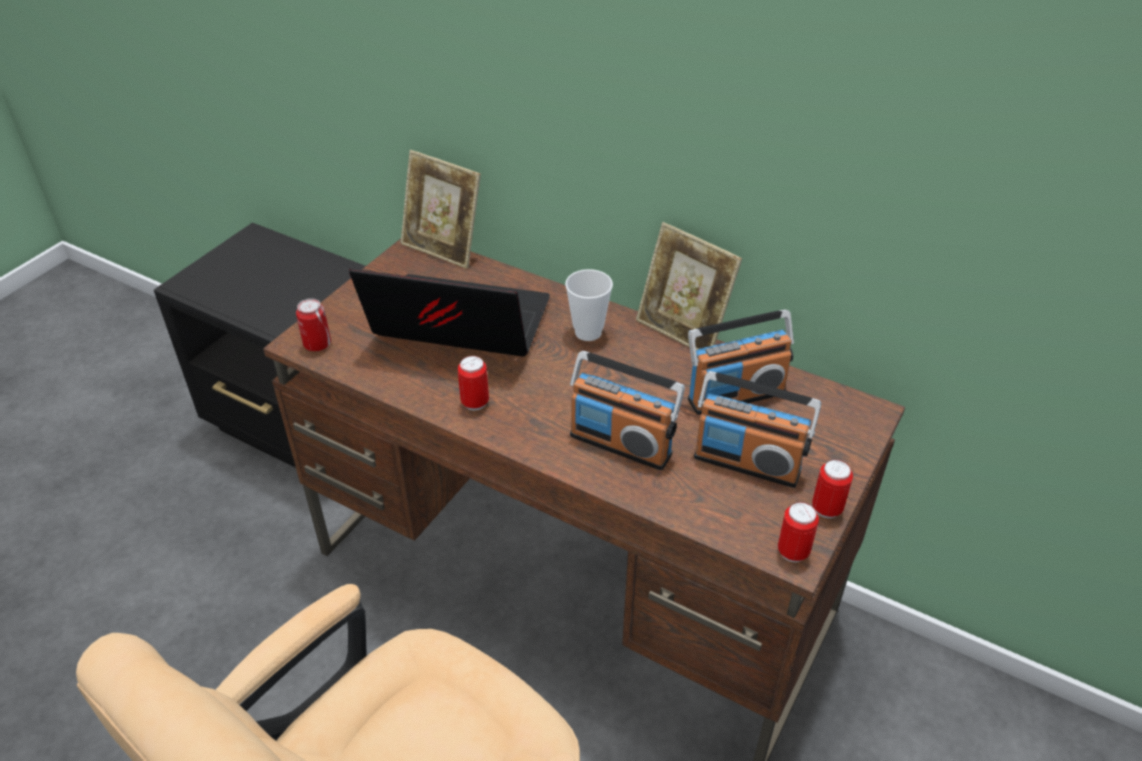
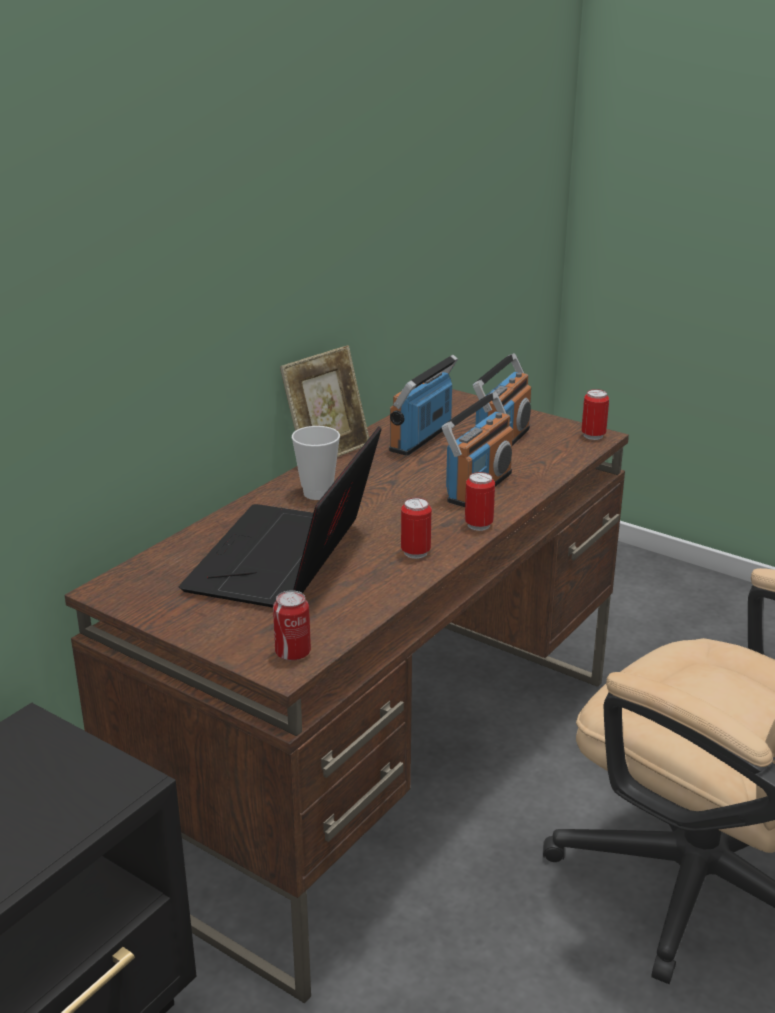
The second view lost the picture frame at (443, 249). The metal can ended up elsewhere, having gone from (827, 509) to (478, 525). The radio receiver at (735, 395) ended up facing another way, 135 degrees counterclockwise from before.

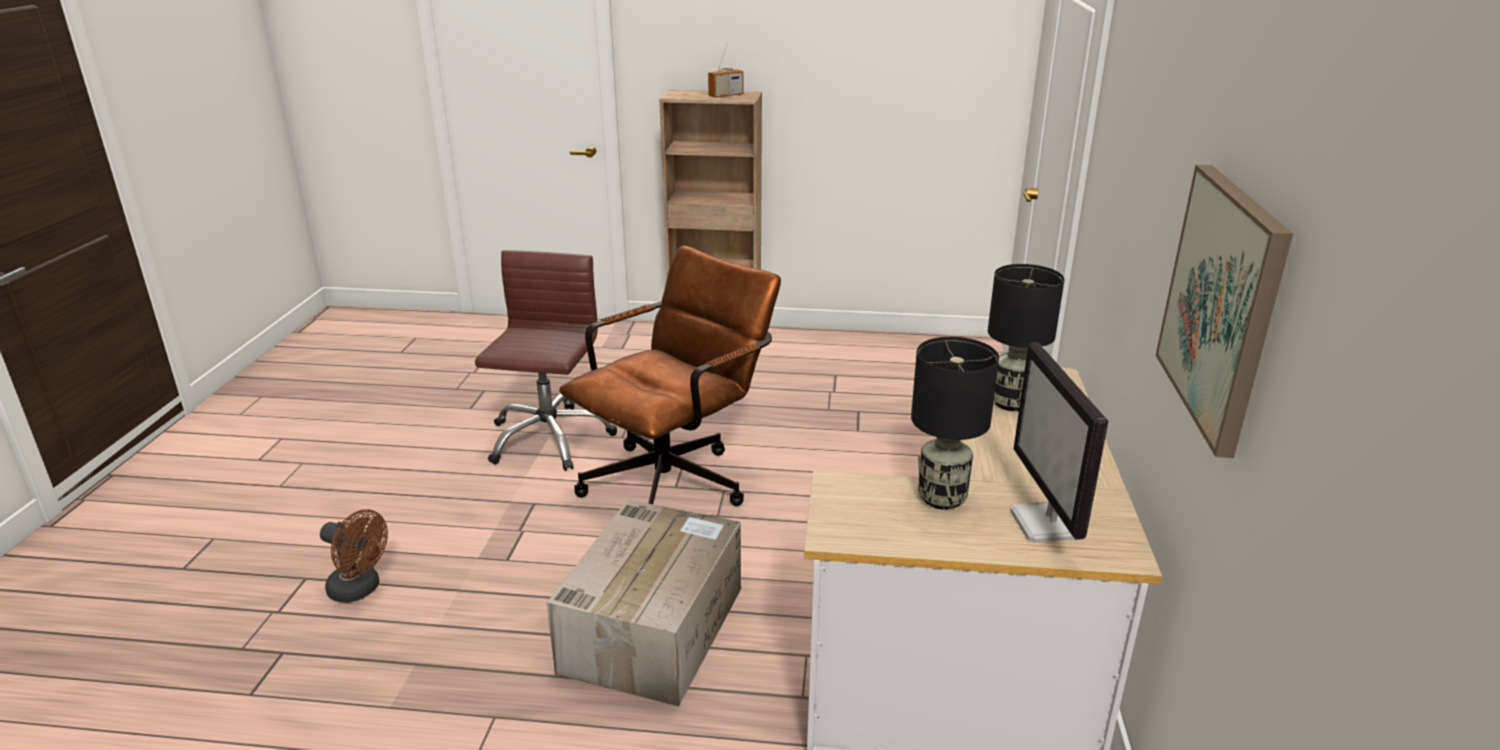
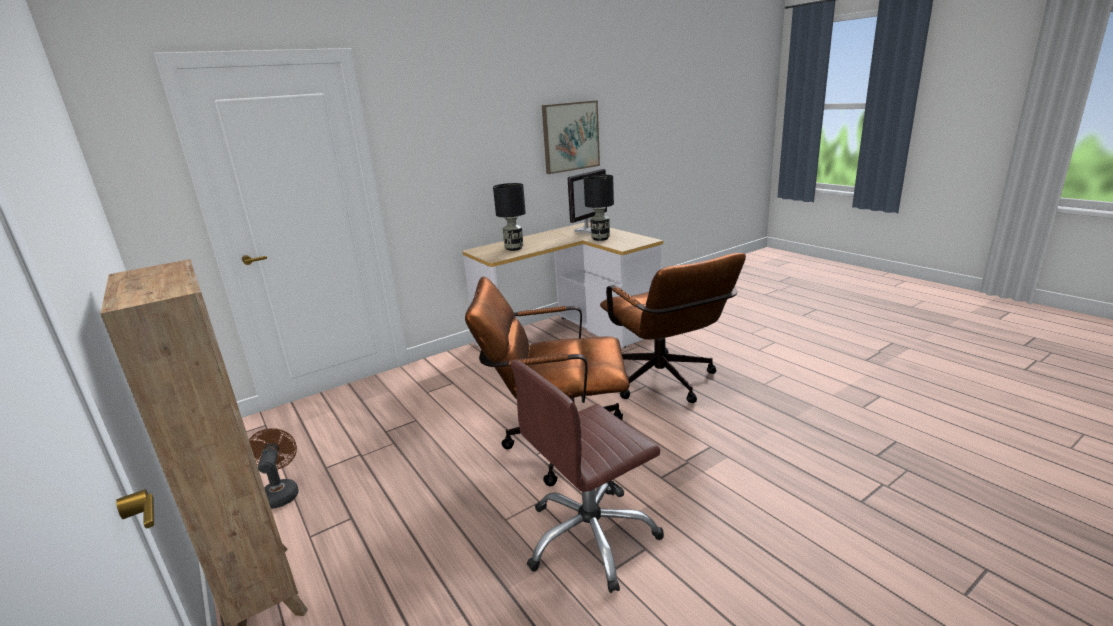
The second view lost the radio receiver at (726, 96). The cooling fan (brown-coloured) ended up elsewhere, having gone from (360, 589) to (280, 493). Where the packing box stood at (654, 627), the desk chair (brown-coloured) came to stand at (665, 383).

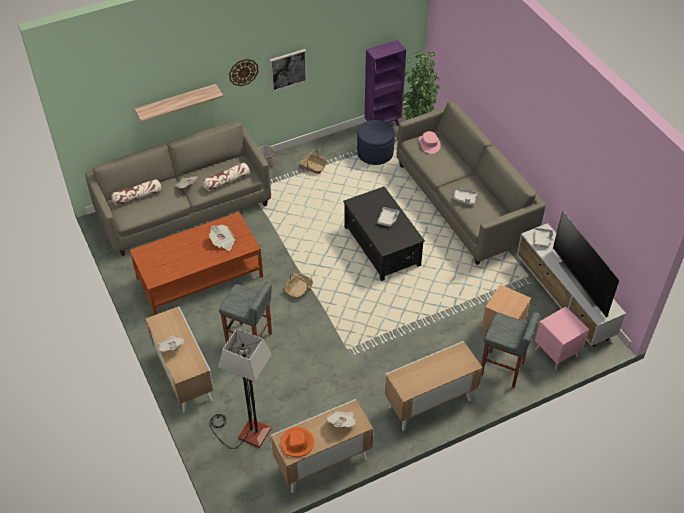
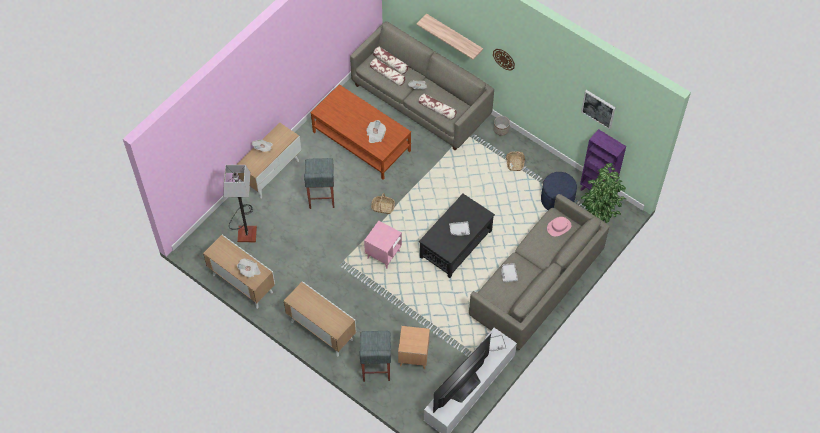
The second view lost the hat (orange) at (297, 443). The second view gained the cushion at (387, 75). The wall art ended up elsewhere, having gone from (288, 69) to (598, 109). The accent table (pink-coloured) ended up elsewhere, having gone from (556, 353) to (383, 254).

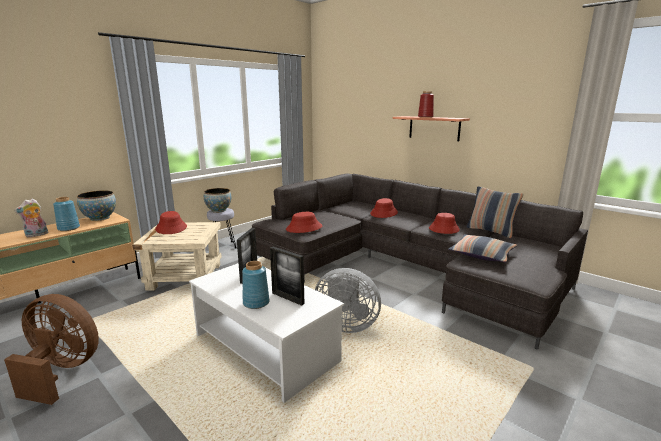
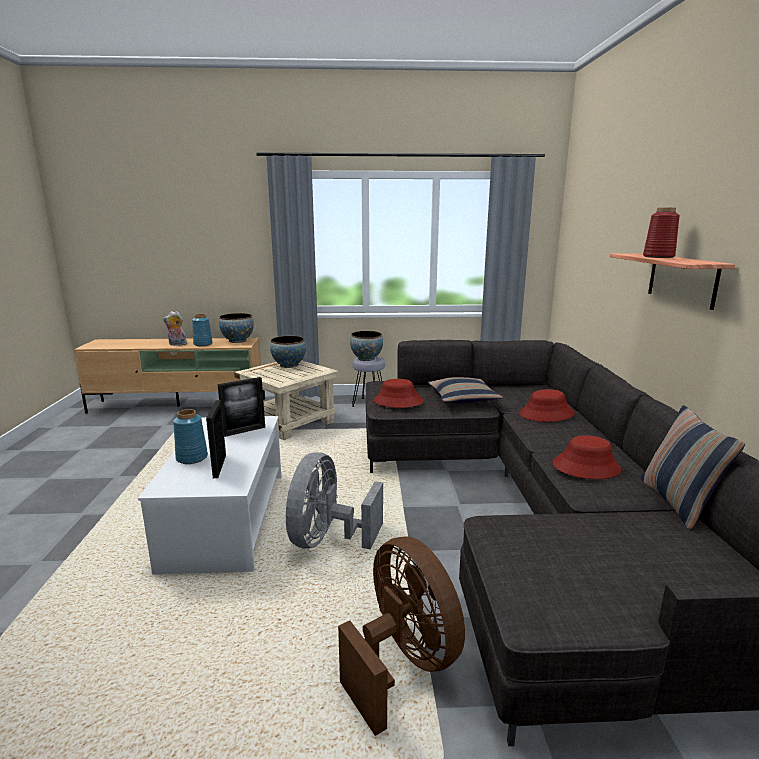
The cooling fan (brown-coloured) ended up elsewhere, having gone from (61, 371) to (402, 663). The cushion ended up elsewhere, having gone from (482, 254) to (462, 398). Where the hat (red-coloured) stood at (171, 228), the bowl came to stand at (289, 365). The cooling fan (greyish) at (346, 325) ended up facing another way, 45 degrees clockwise from before.

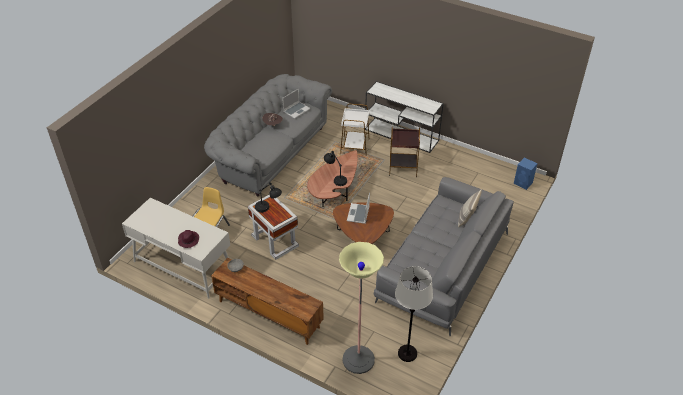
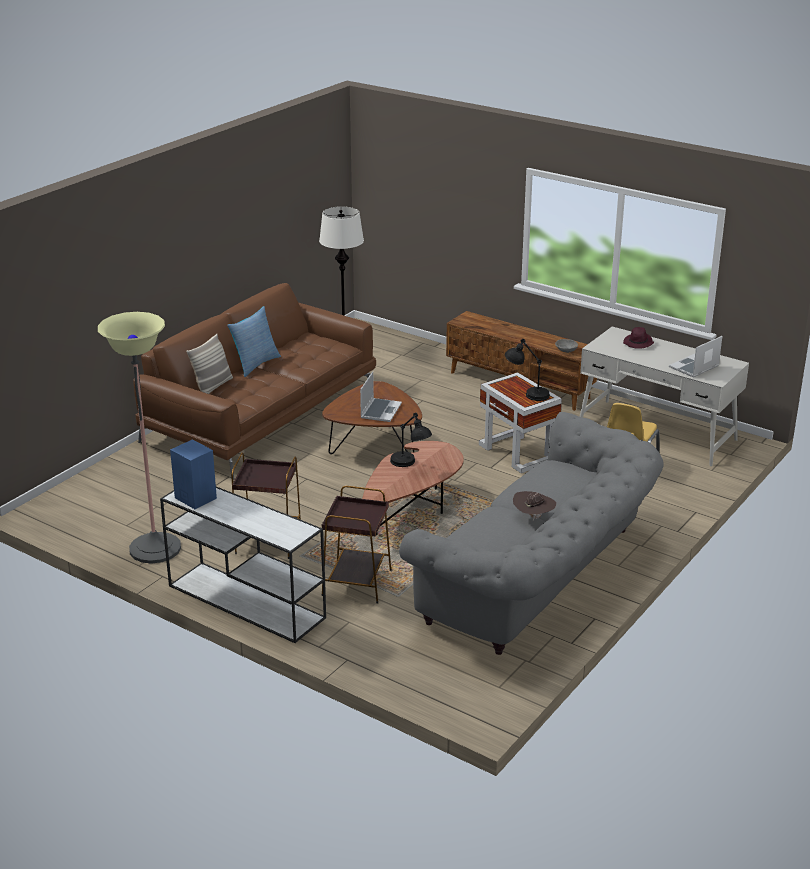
The second view gained the cushion at (255, 364). The notebook computer ended up elsewhere, having gone from (296, 110) to (694, 367). The floor lamp ended up elsewhere, having gone from (358, 359) to (155, 548). The speaker (blue) ended up elsewhere, having gone from (523, 183) to (195, 498). What was the accent table (white) at (354, 147) turned into the accent table (brown-coloured) at (357, 582). What was the settee (greyish) at (443, 267) turned into the settee (brown-coloured) at (262, 414).

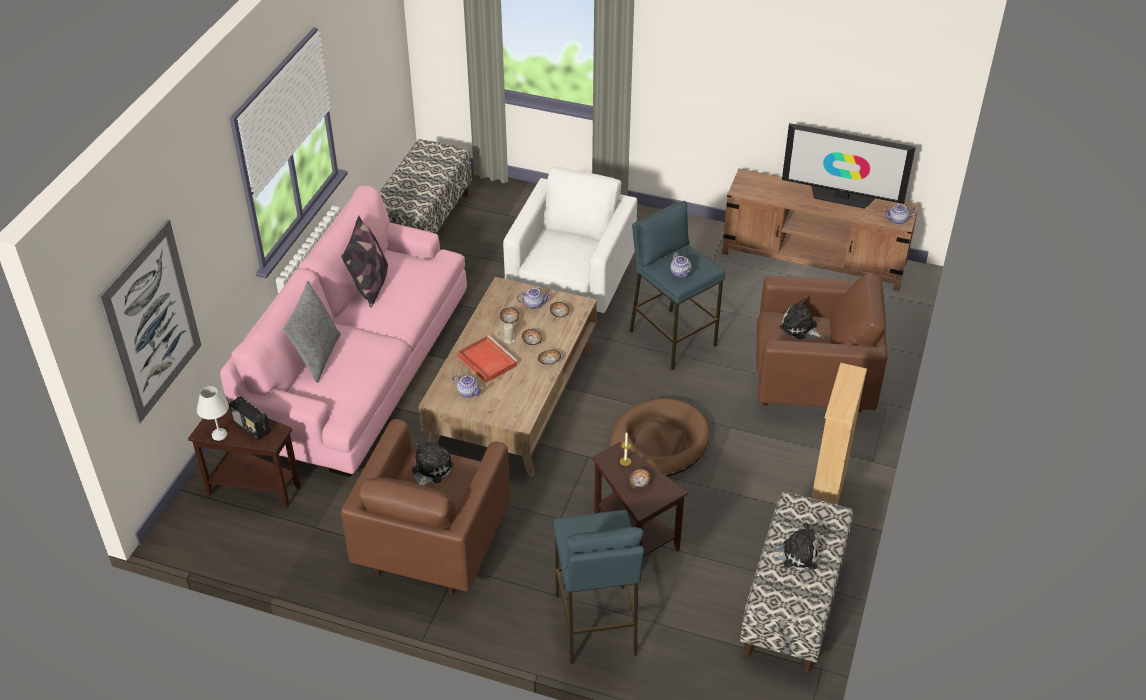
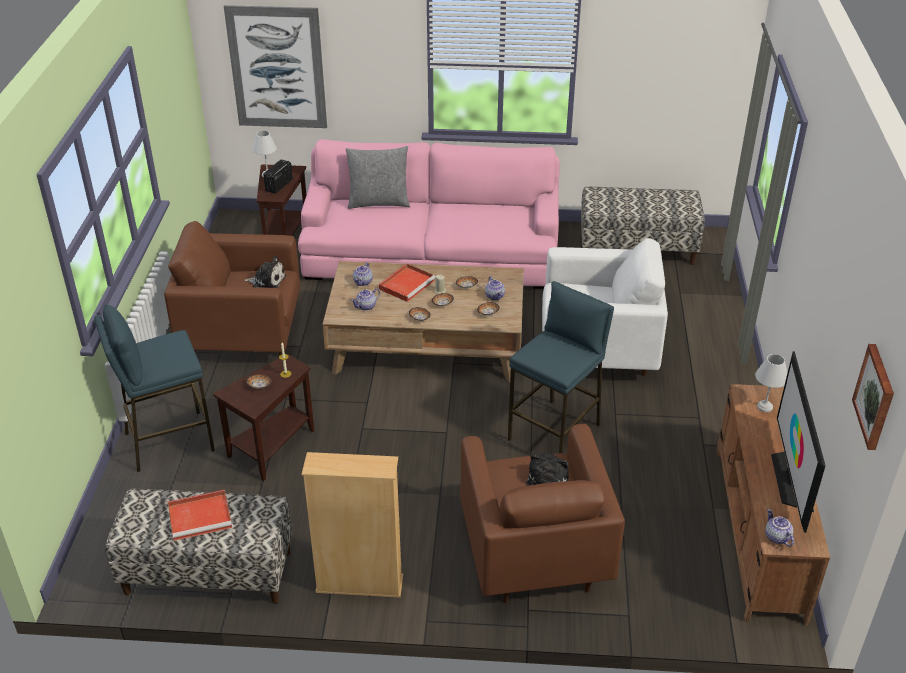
The second view lost the cushion at (370, 285). The second view lost the dog cushion (brown-coloured) at (658, 442). The second view gained the tabletop lamp (white) at (765, 407). The second view gained the wall art at (875, 396). The tea pot ended up elsewhere, having gone from (681, 273) to (366, 307). Where the soft toy stood at (796, 554), the carrying tray (red-coloured) came to stand at (201, 516).

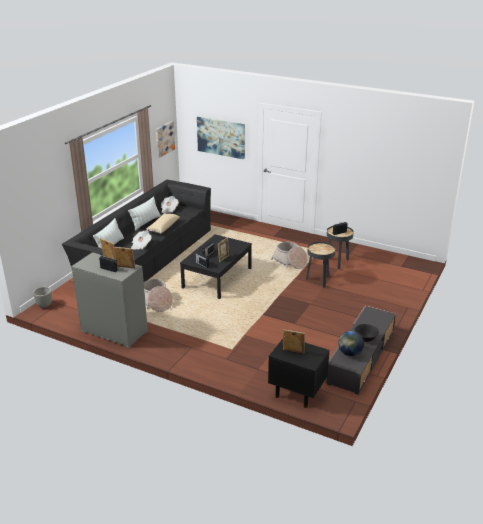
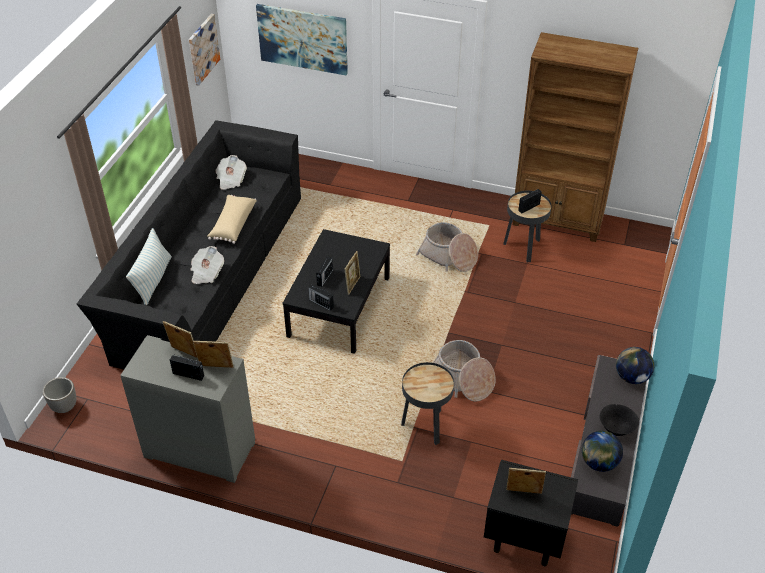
The second view lost the cushion at (146, 222). The second view gained the shelving unit (brown-coloured) at (558, 221). The second view gained the world globe at (631, 377). The basket ended up elsewhere, having gone from (156, 302) to (463, 379). The accent table (blackish) ended up elsewhere, having gone from (319, 280) to (426, 425).

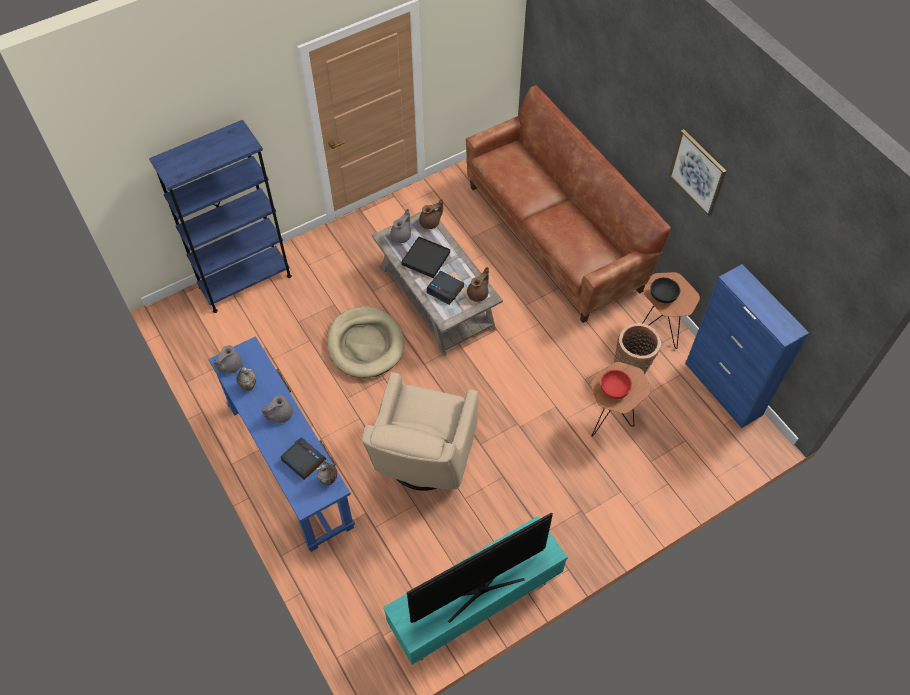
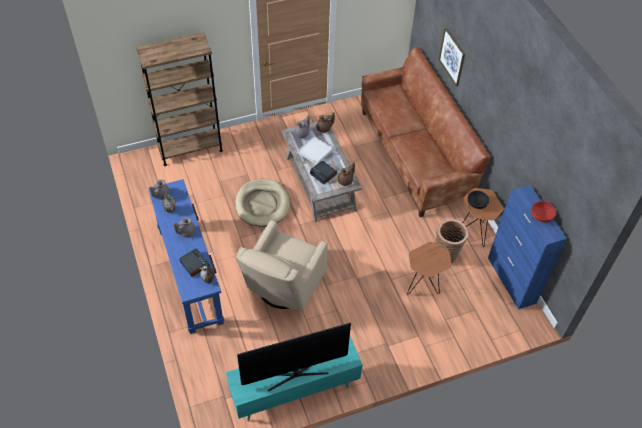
The bowl (red-coloured) ended up elsewhere, having gone from (614, 389) to (541, 216). The wall art ended up elsewhere, having gone from (697, 172) to (452, 56). What was the shelving unit (blue) at (245, 281) turned into the shelving unit (brown-coloured) at (190, 149). What was the carrying tray (blackish) at (426, 258) turned into the carrying tray (white) at (315, 151).

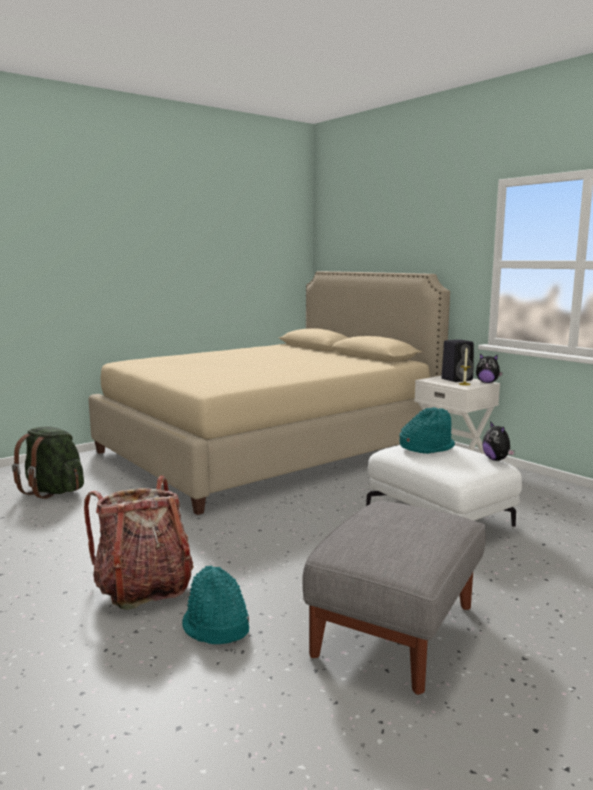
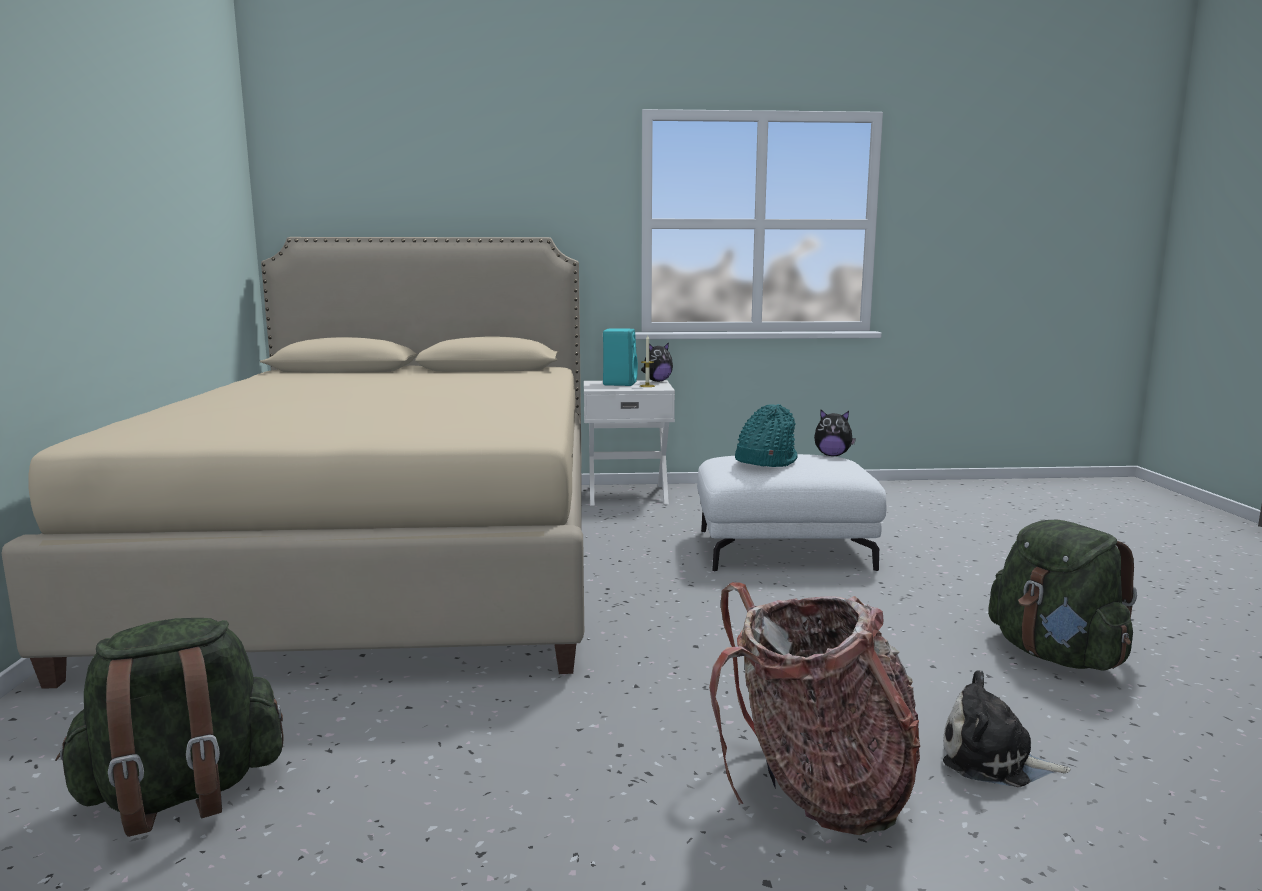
Where the hat (turquoise) stood at (215, 627), the soft toy came to stand at (993, 760). Where the pouffe (greyish) stood at (395, 632), the knapsack (green-coloured) came to stand at (1056, 655). What was the speaker (blackish) at (457, 379) turned into the speaker (turquoise) at (619, 383).

